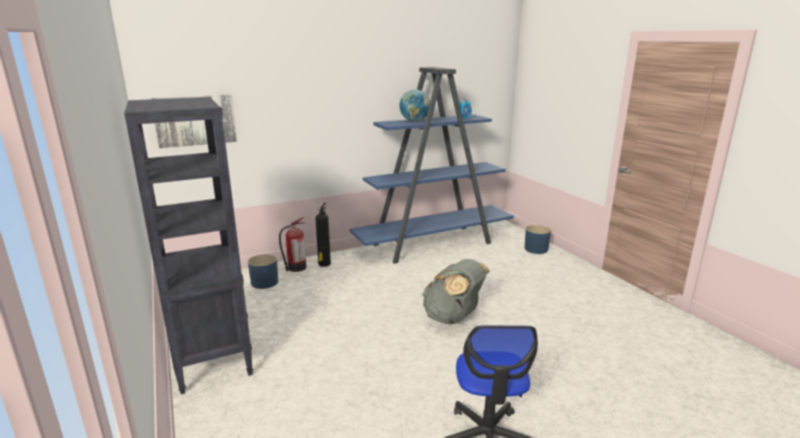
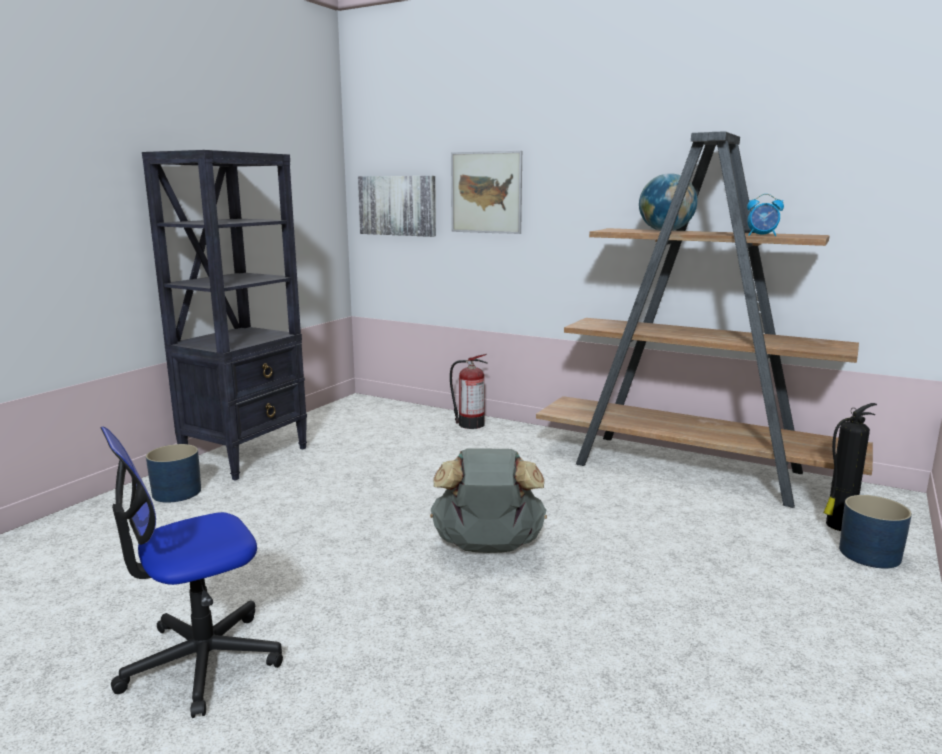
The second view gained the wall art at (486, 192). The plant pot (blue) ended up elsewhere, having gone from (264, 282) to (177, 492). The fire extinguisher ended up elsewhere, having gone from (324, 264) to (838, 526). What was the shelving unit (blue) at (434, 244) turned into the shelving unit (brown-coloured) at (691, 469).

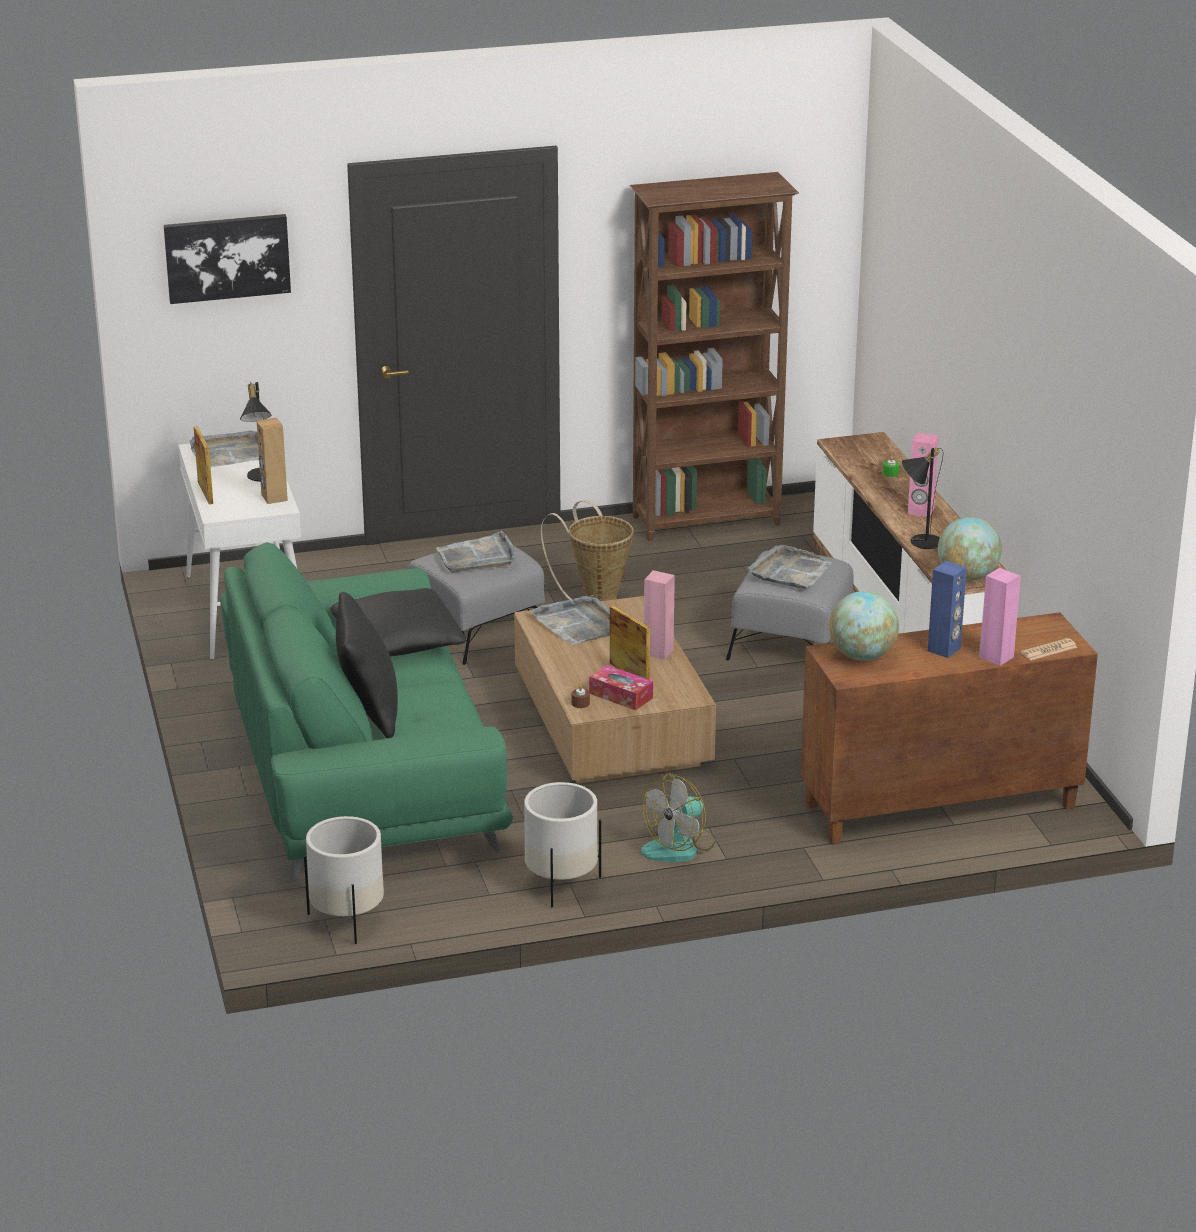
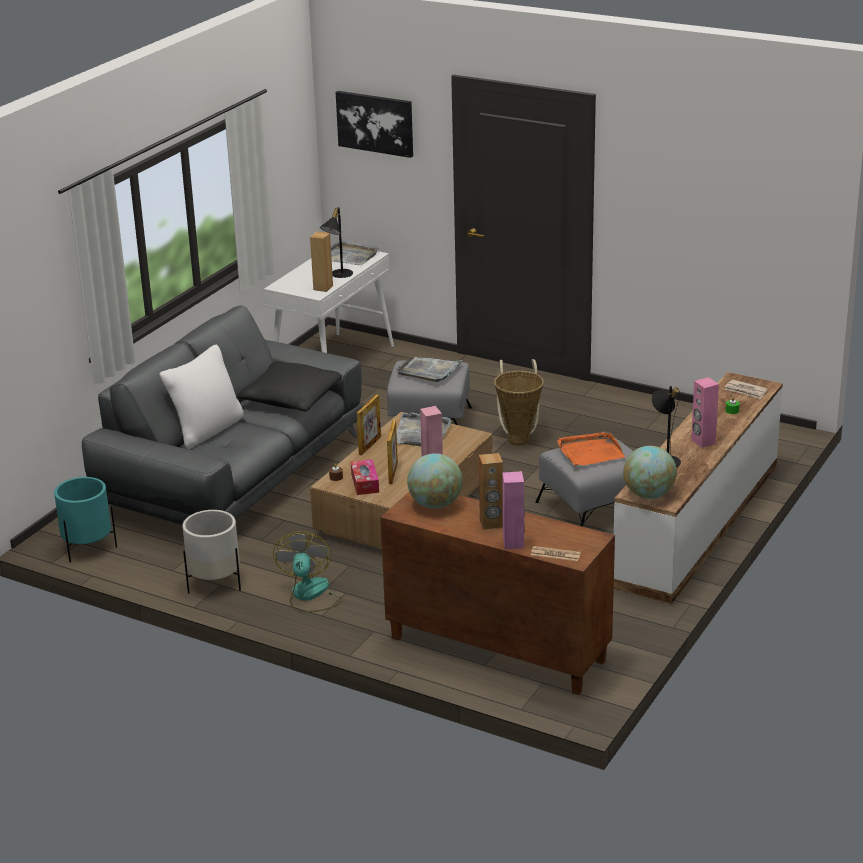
The second view lost the shelving unit (brown-coloured) at (708, 521). The second view gained the newspaper at (746, 391). The picture frame ended up elsewhere, having gone from (205, 492) to (370, 445). What was the settee (green-coloured) at (362, 770) turned into the settee (greyish) at (234, 474). What was the plant pot (white) at (347, 920) turned into the plant pot (turquoise) at (88, 548). What was the cushion (blackish) at (369, 712) turned into the cushion (white) at (206, 430). What was the carrying tray (greyish) at (790, 571) turned into the carrying tray (orange) at (590, 452). What was the speaker (blue) at (944, 649) turned into the speaker (brown-coloured) at (491, 523). The cooling fan at (680, 847) ended up facing another way, 90 degrees clockwise from before.

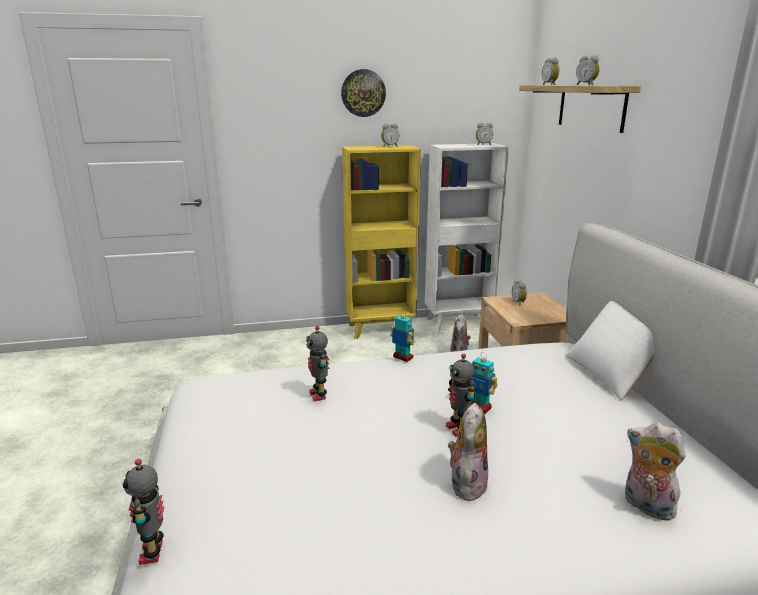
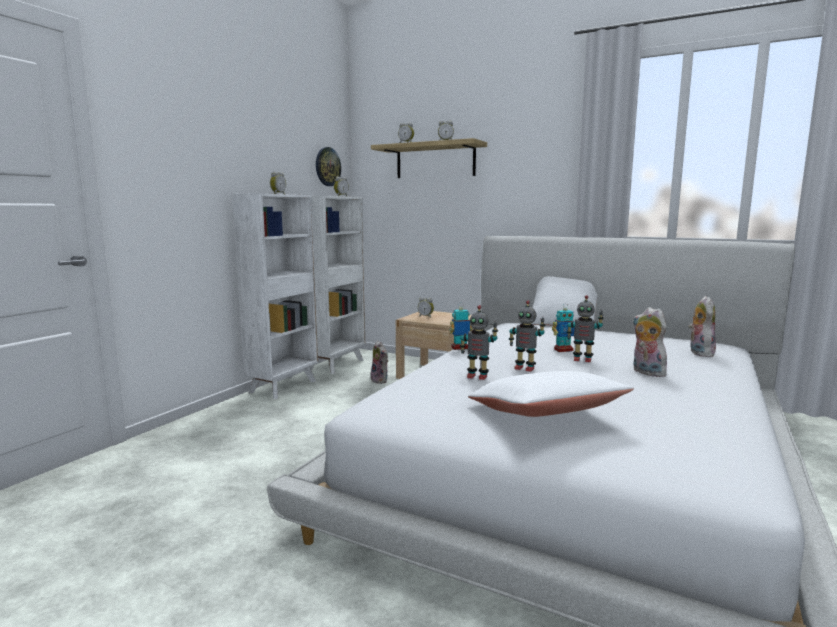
The second view gained the cushion (white) at (544, 415). The toy robot ended up elsewhere, having gone from (154, 552) to (524, 368). The hanging clock ended up elsewhere, having gone from (363, 93) to (327, 166). What was the shelving unit (yellow-coloured) at (381, 329) turned into the shelving unit (white) at (284, 386). The soft toy at (645, 506) ended up facing another way, 105 degrees clockwise from before.

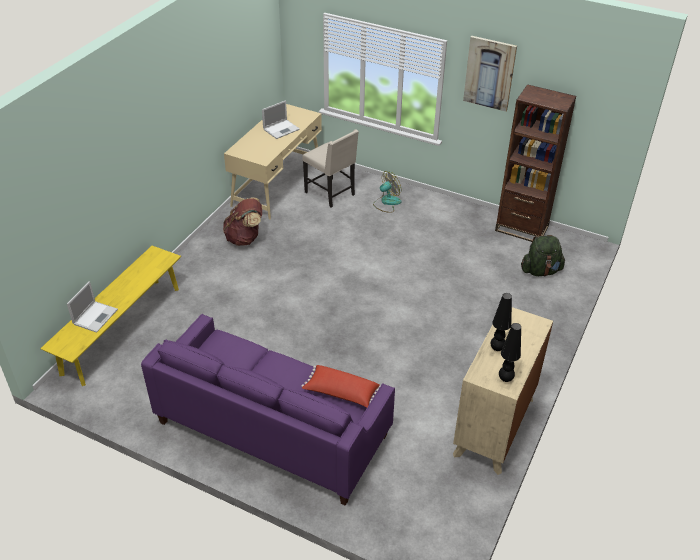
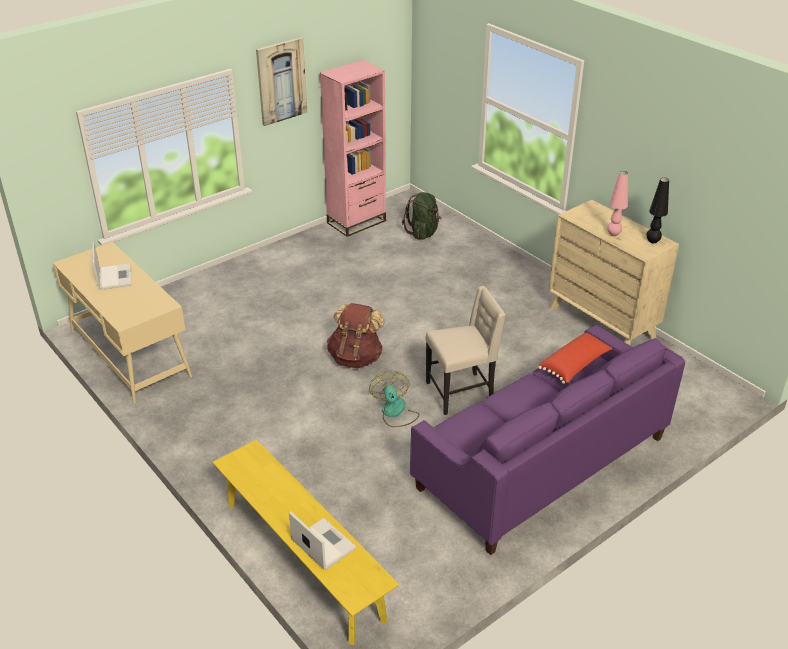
The knapsack (brown-coloured) ended up elsewhere, having gone from (245, 238) to (356, 358). The plain chair (beige-coloured) ended up elsewhere, having gone from (331, 194) to (461, 392). The cooling fan ended up elsewhere, having gone from (387, 202) to (395, 413). What was the tabletop lamp (blackish) at (497, 348) turned into the tabletop lamp (pink-coloured) at (613, 234). What was the shelving unit (brown-coloured) at (521, 228) turned into the shelving unit (pink-coloured) at (356, 222).

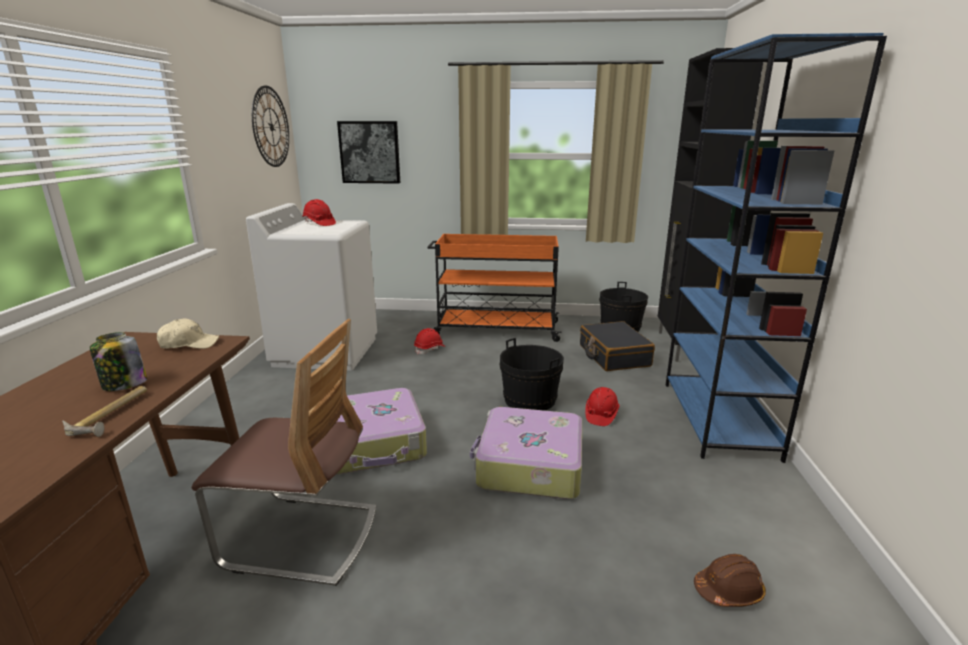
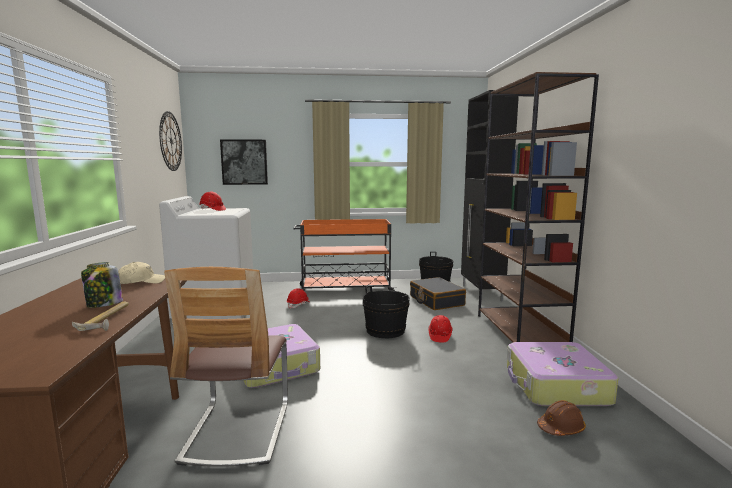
The travel case ended up elsewhere, having gone from (529, 465) to (555, 386). What was the shelving unit (blue) at (718, 419) turned into the shelving unit (brown-coloured) at (520, 333). The plain chair at (302, 537) ended up facing another way, 90 degrees clockwise from before.

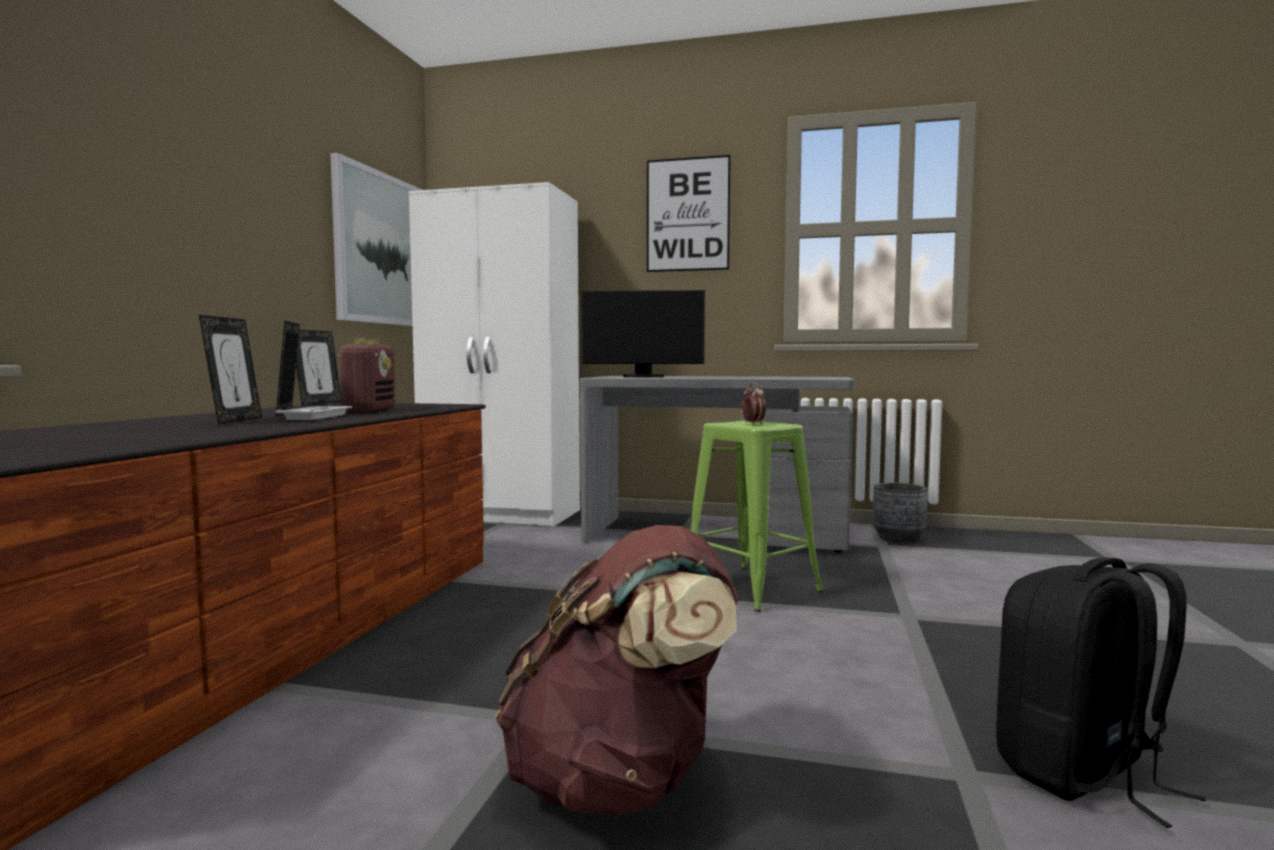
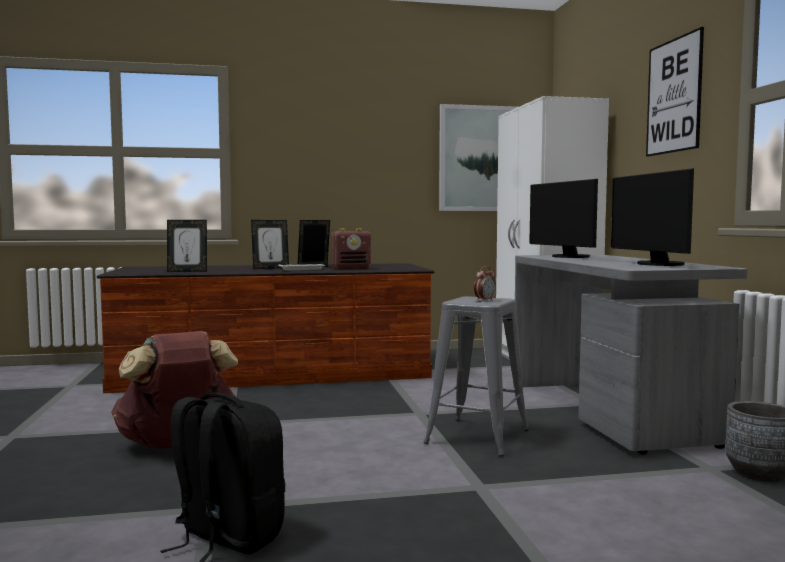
The second view gained the computer screen at (656, 264). The picture frame ended up elsewhere, having gone from (318, 403) to (187, 271). What was the sitting stool (green-coloured) at (751, 588) turned into the sitting stool (greyish) at (477, 437).

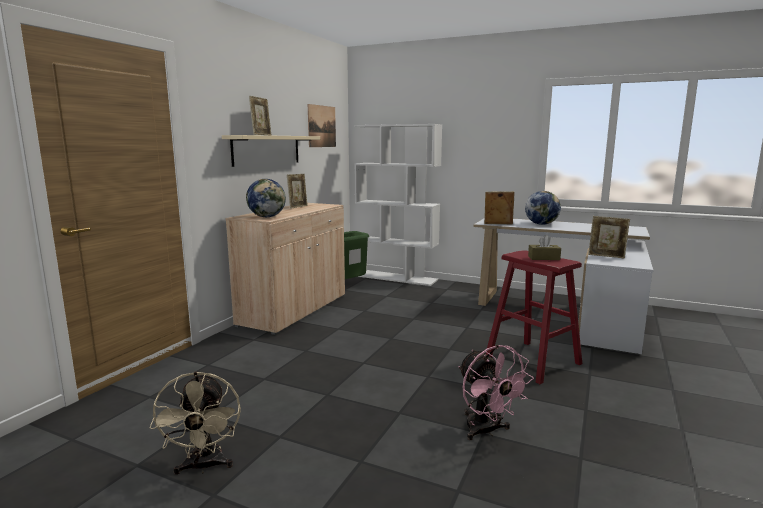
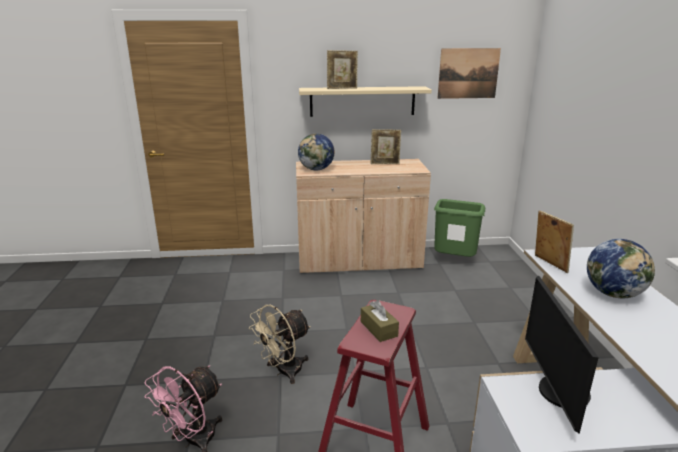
The second view lost the shelving unit (white) at (397, 278). The cooling fan (beige-coloured) ended up elsewhere, having gone from (204, 466) to (283, 372). Where the picture frame stood at (606, 256), the computer screen came to stand at (557, 392).

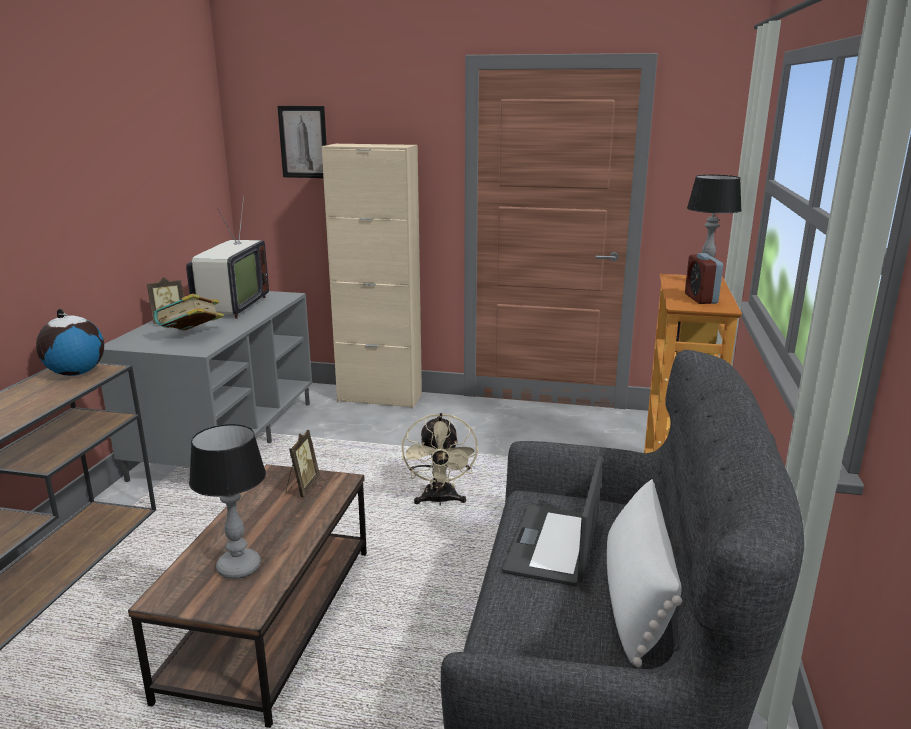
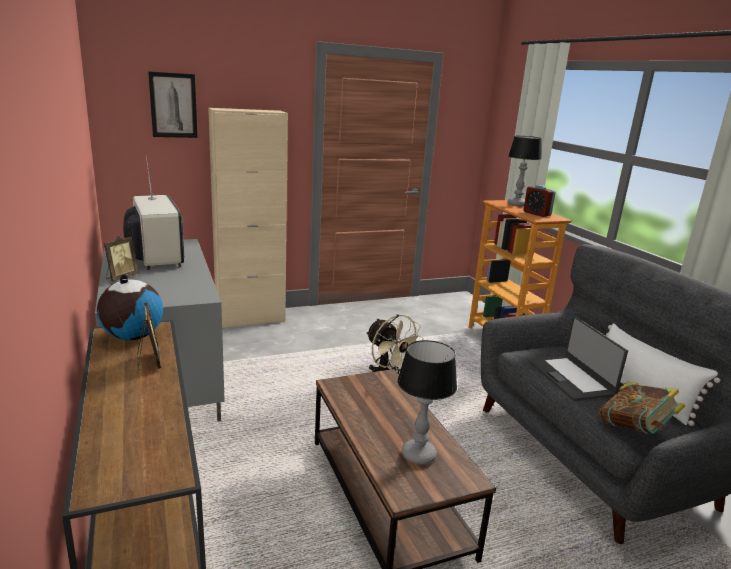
The book ended up elsewhere, having gone from (192, 336) to (635, 430). The picture frame ended up elsewhere, having gone from (302, 487) to (149, 361).

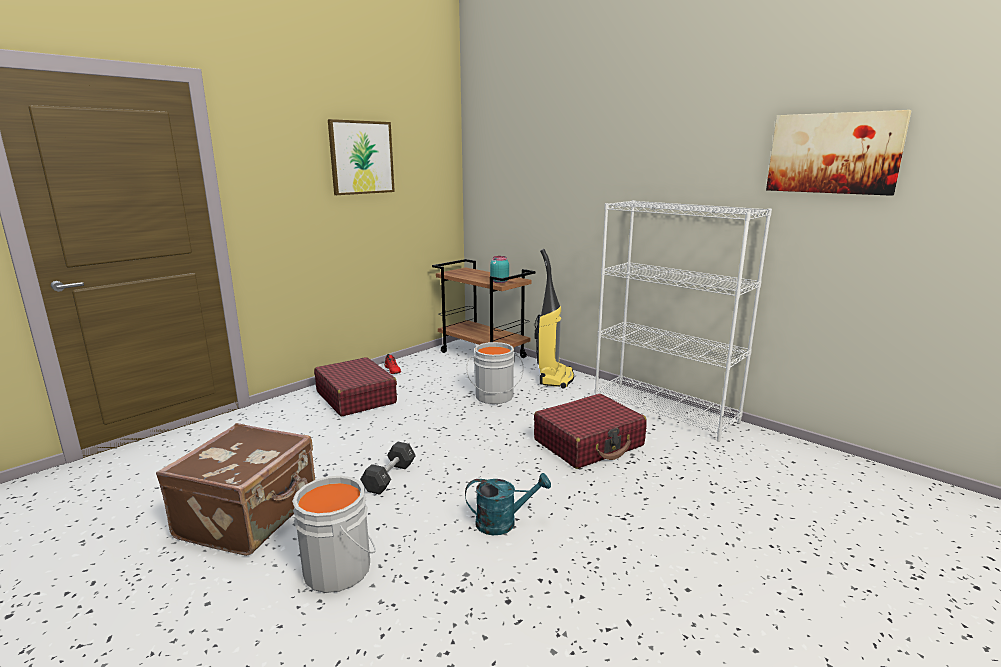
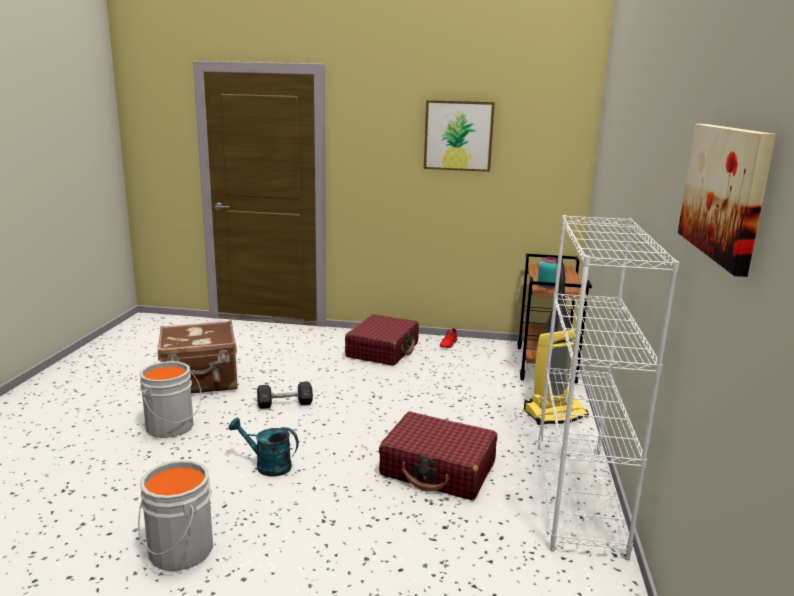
The pail (greyish) ended up elsewhere, having gone from (494, 397) to (177, 551). The watering can (turquoise) at (503, 522) ended up facing another way, 150 degrees clockwise from before.

